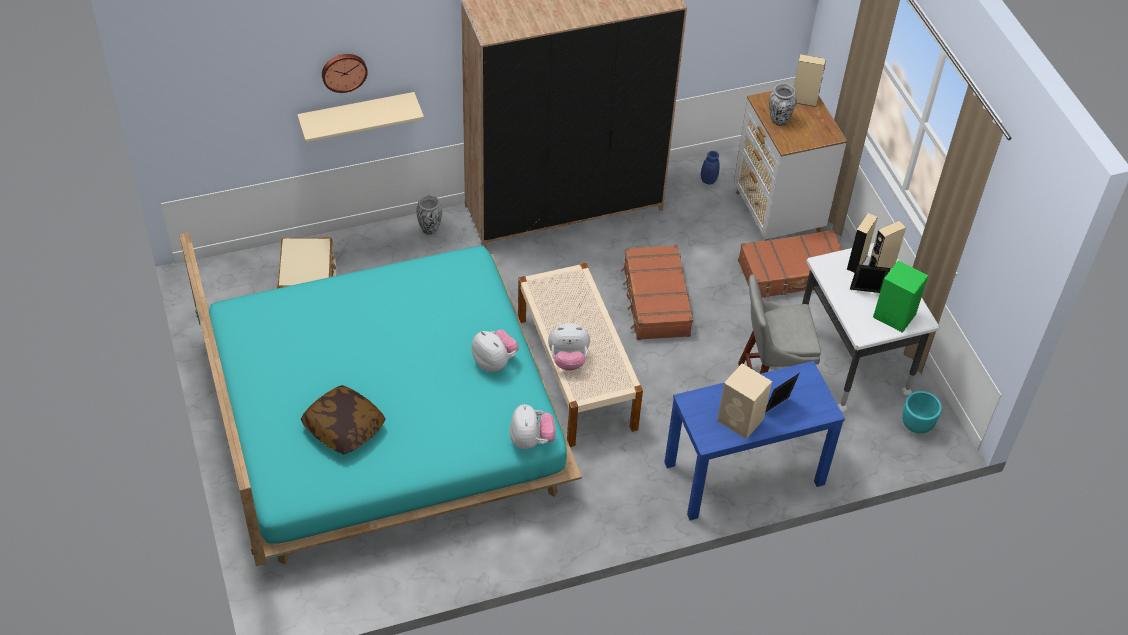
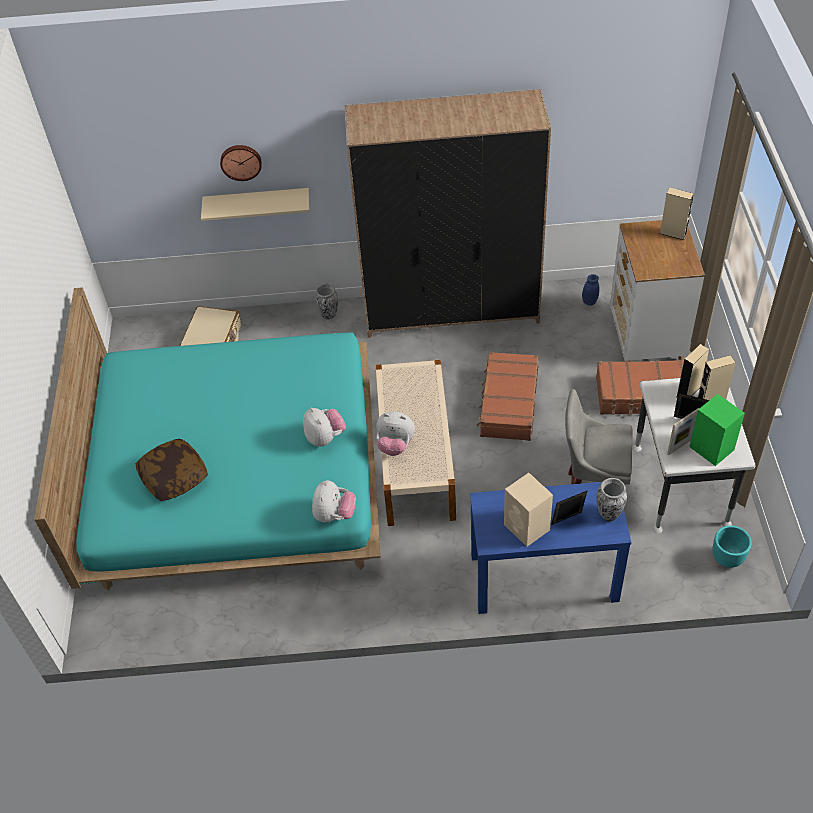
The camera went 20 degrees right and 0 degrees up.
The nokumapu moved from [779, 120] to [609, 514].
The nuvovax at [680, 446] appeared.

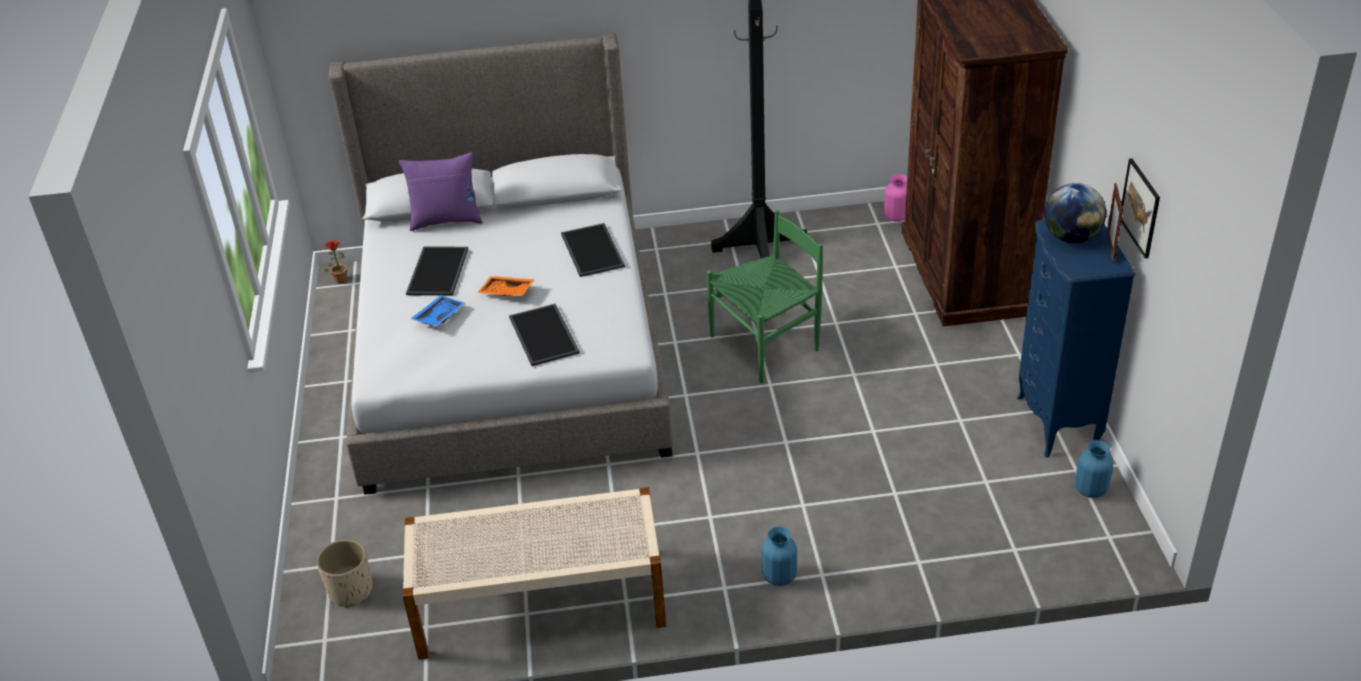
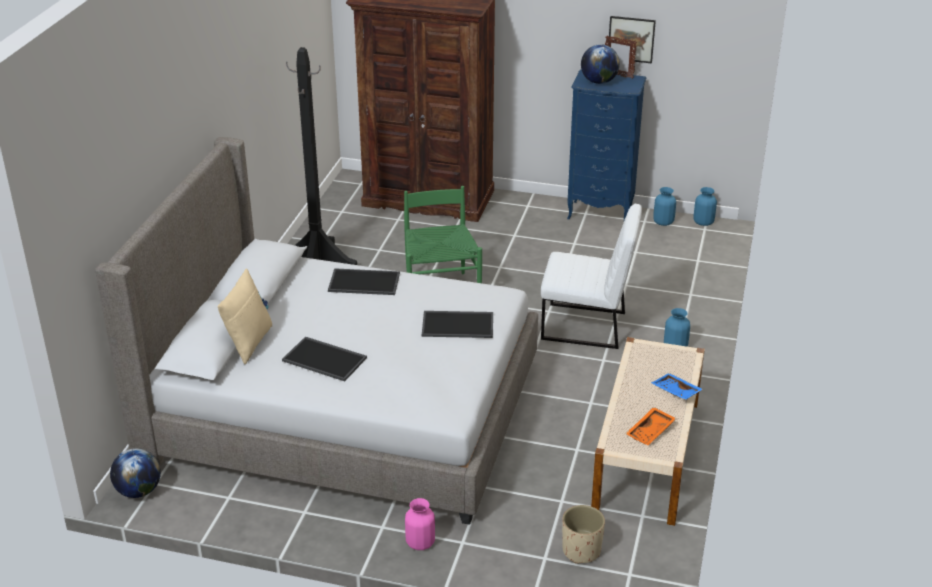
The camera went 70 degrees left and 5 degrees down.
The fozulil at [340, 279] was replaced by the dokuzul at [139, 491].
The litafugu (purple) at [446, 221] became the litafugu (beige) at [249, 343].
The nokumapu (pink) moved from [896, 216] to [420, 542].
The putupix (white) at [586, 326] appeared.
The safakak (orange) moved from [506, 293] to [651, 432].
The safakak (blue) moved from [438, 316] to [675, 392].
The nokumapu (blue) at [703, 222] appeared.

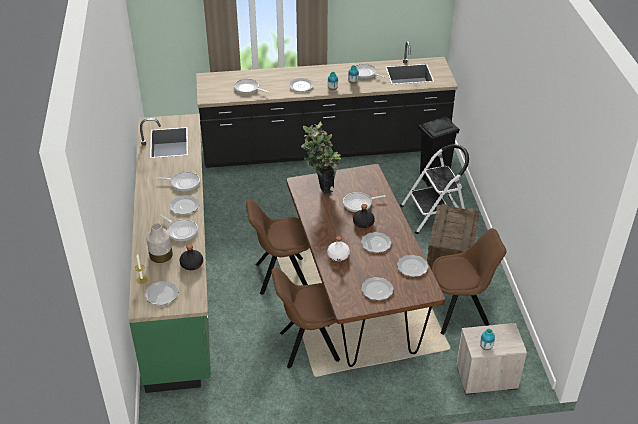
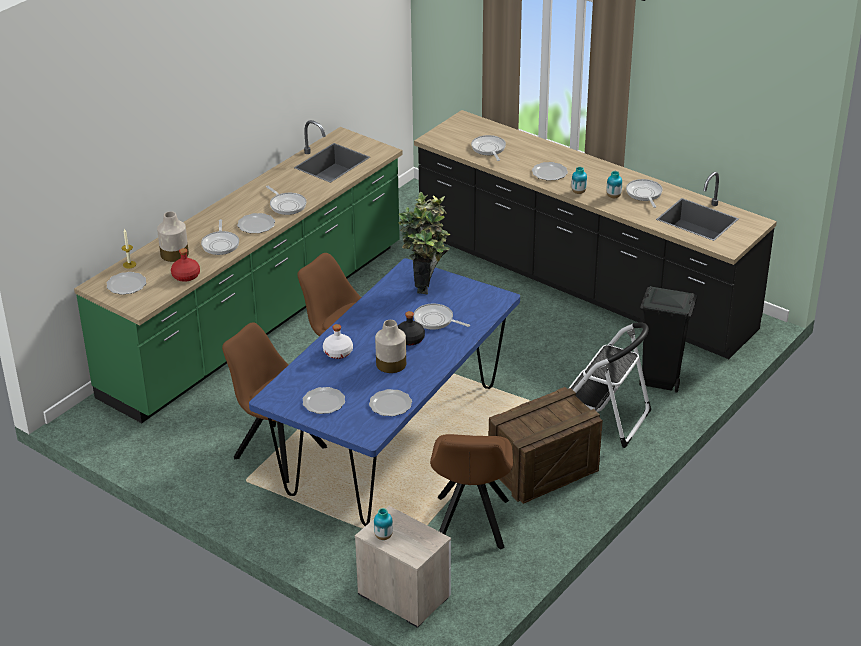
The camera went 45 degrees right and 5 degrees down.
The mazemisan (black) at [191, 264] became the mazemisan (red) at [186, 276].
The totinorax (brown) at [358, 296] became the totinorax (blue) at [394, 441].
The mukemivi at [375, 243] was replaced by the nokumapu (beige) at [391, 363].
The putupix (brown) at [459, 313] turned 60 degrees clockwise.

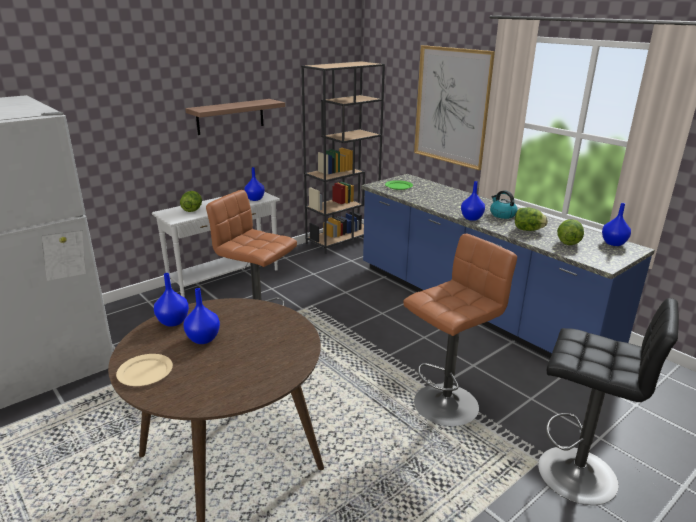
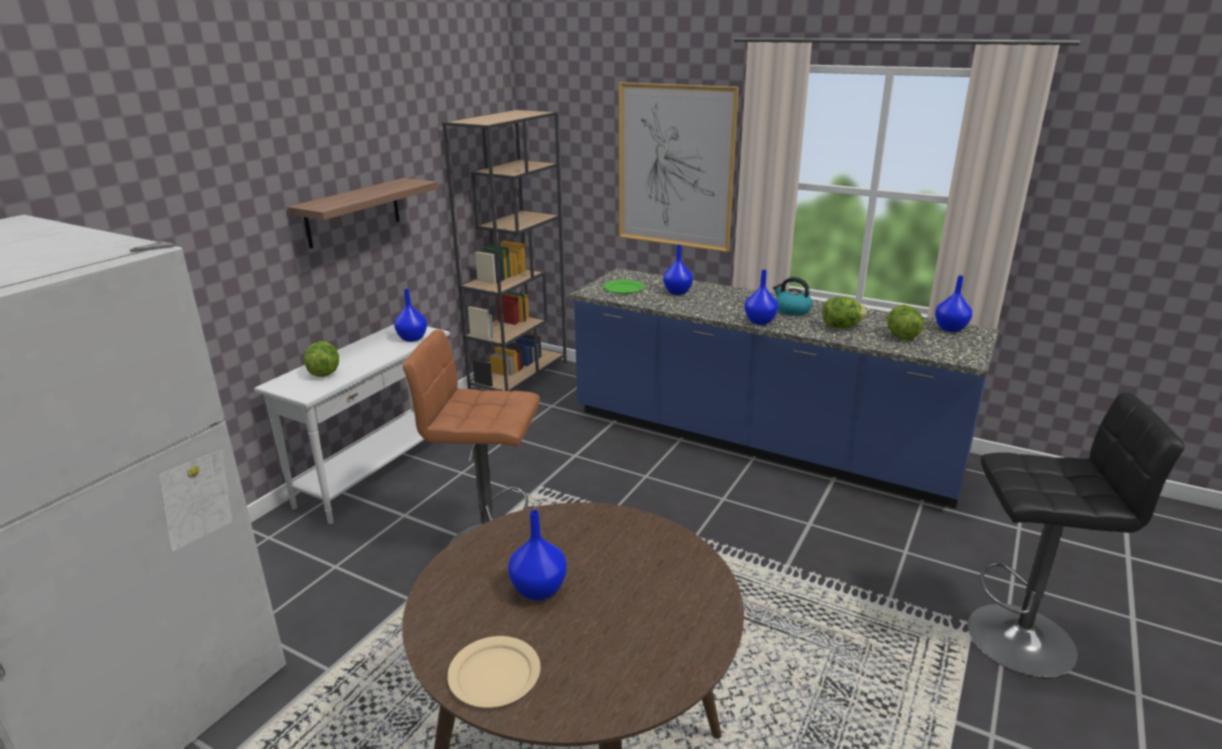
The camera went 20 degrees left and 0 degrees up.
The nokumapu (blue) moved from [173, 321] to [677, 292].
The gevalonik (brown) at [447, 404] disappeared.

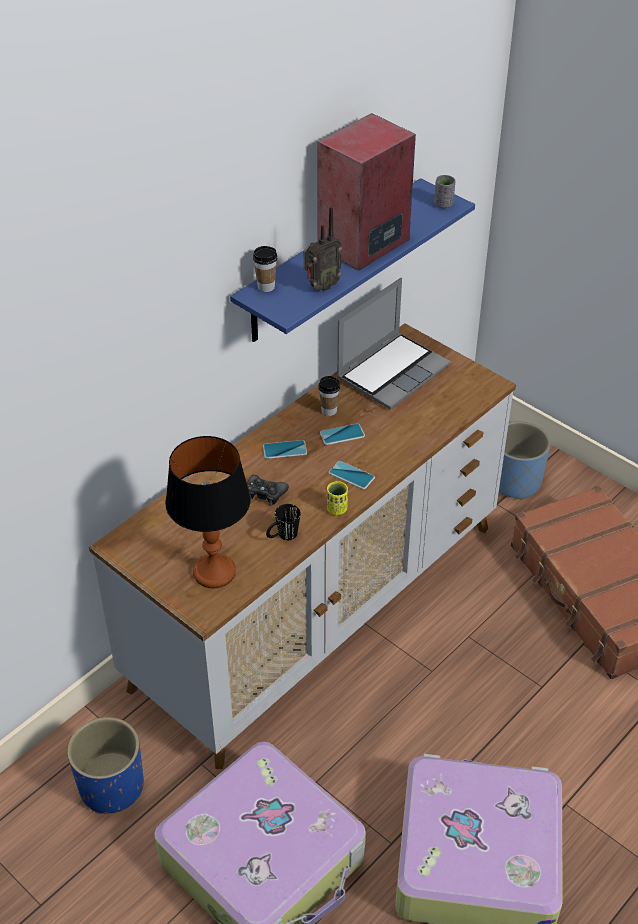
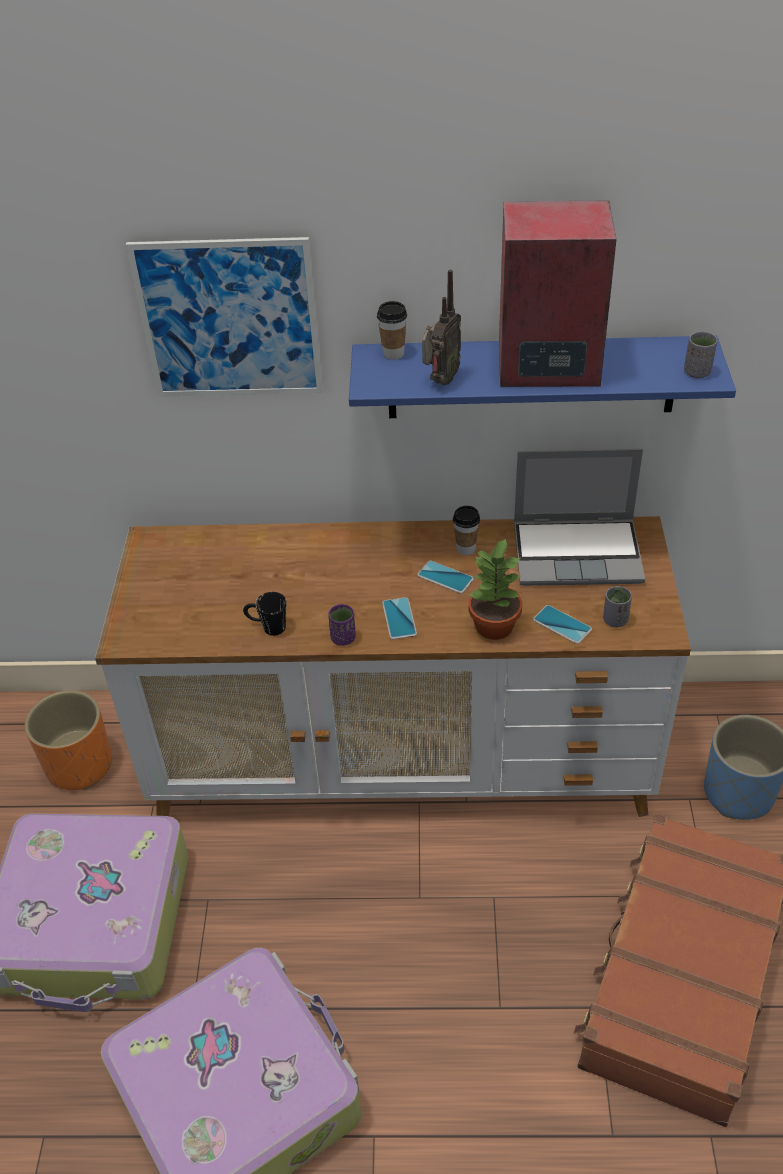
The camera went 50 degrees right and 0 degrees up.
The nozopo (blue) at [112, 786] became the nozopo (orange) at [80, 765].
The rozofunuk at [229, 319] appeared.
The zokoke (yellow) at [337, 509] became the zokoke (purple) at [343, 638].
The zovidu at [321, 287] turned 75 degrees counterclockwise.
The fozulil at [493, 626] appeared.
The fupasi moved from [284, 450] to [562, 625].
The zokoke (grey) at [615, 620] appeared.
The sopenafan at [215, 572] disappeared.
The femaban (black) at [265, 493] disappeared.

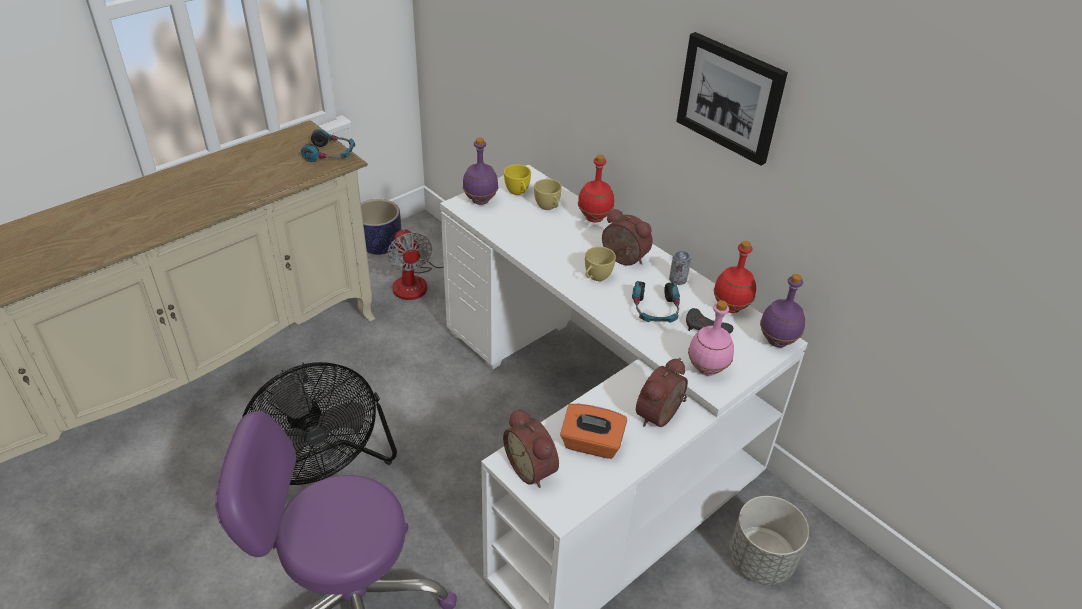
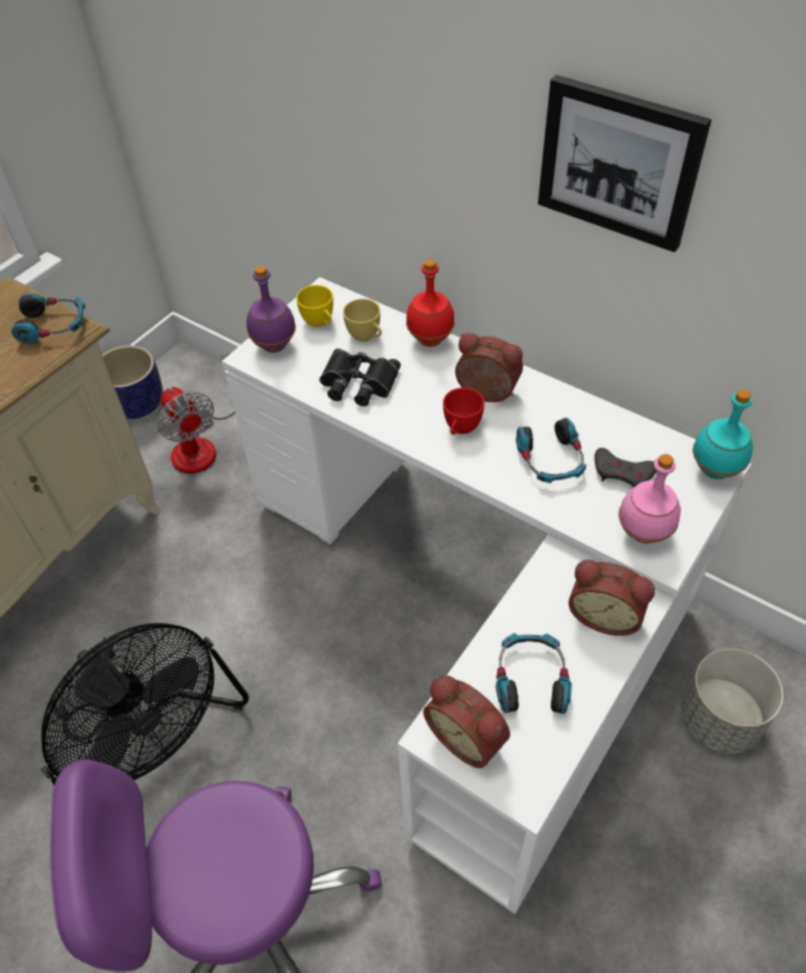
The camera went 10 degrees left and 10 degrees up.
The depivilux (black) at [357, 383] appeared.
The zokoke (yellow) at [596, 277] became the zokoke (red) at [460, 429].
The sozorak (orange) at [591, 444] was replaced by the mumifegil at [531, 679].
The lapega at [661, 416] turned 90 degrees counterclockwise.
The mazemisan (purple) at [777, 341] became the mazemisan (turquoise) at [715, 470].
The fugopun at [677, 280] disappeared.
The mazemisan (red) at [731, 307] disappeared.

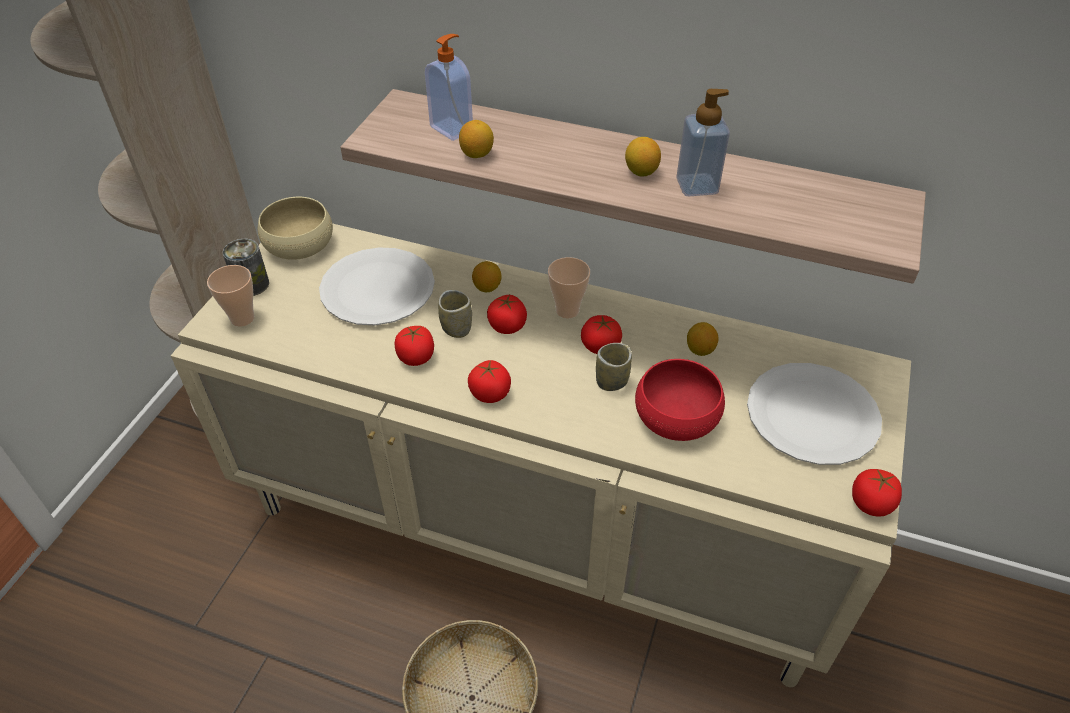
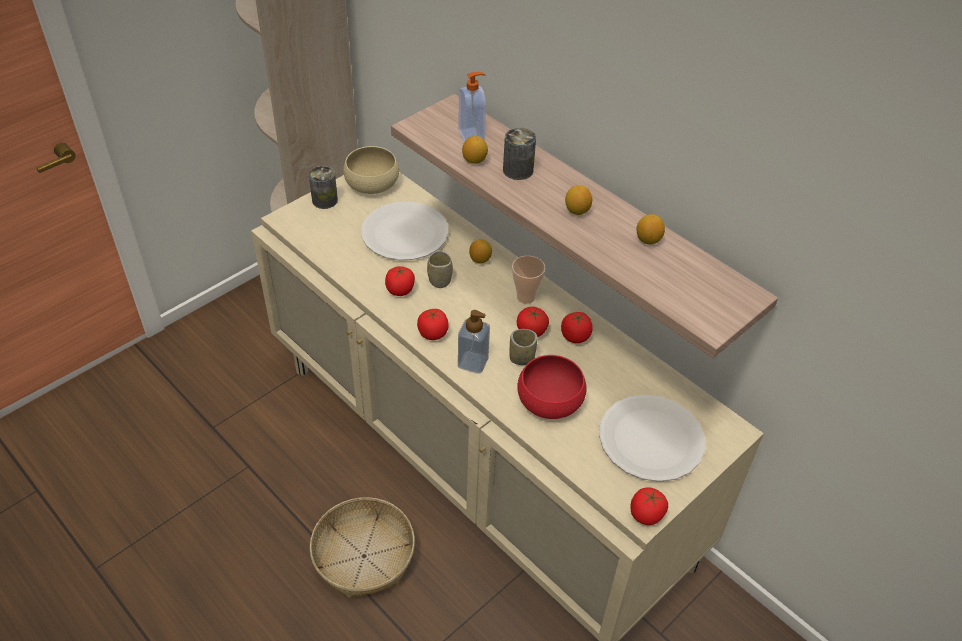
The camera went 25 degrees right and 0 degrees up.
The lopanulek moved from [697, 186] to [473, 362].
The fugopun at [518, 170] appeared.
The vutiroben moved from [507, 326] to [575, 336].
The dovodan moved from [699, 350] to [648, 240].
The zokoke at [242, 318] disappeared.

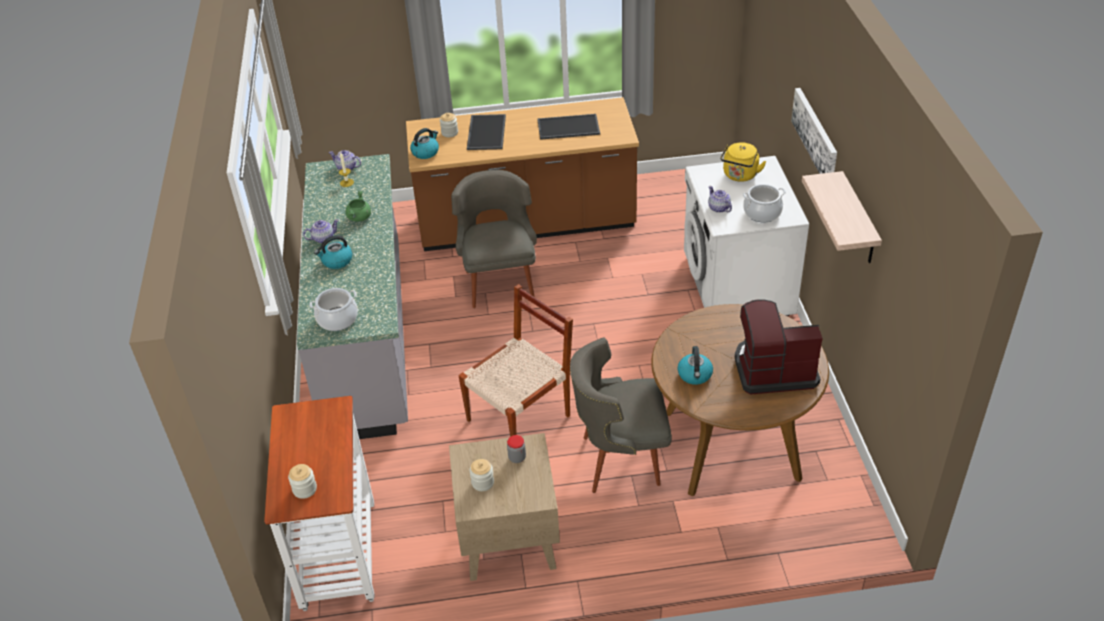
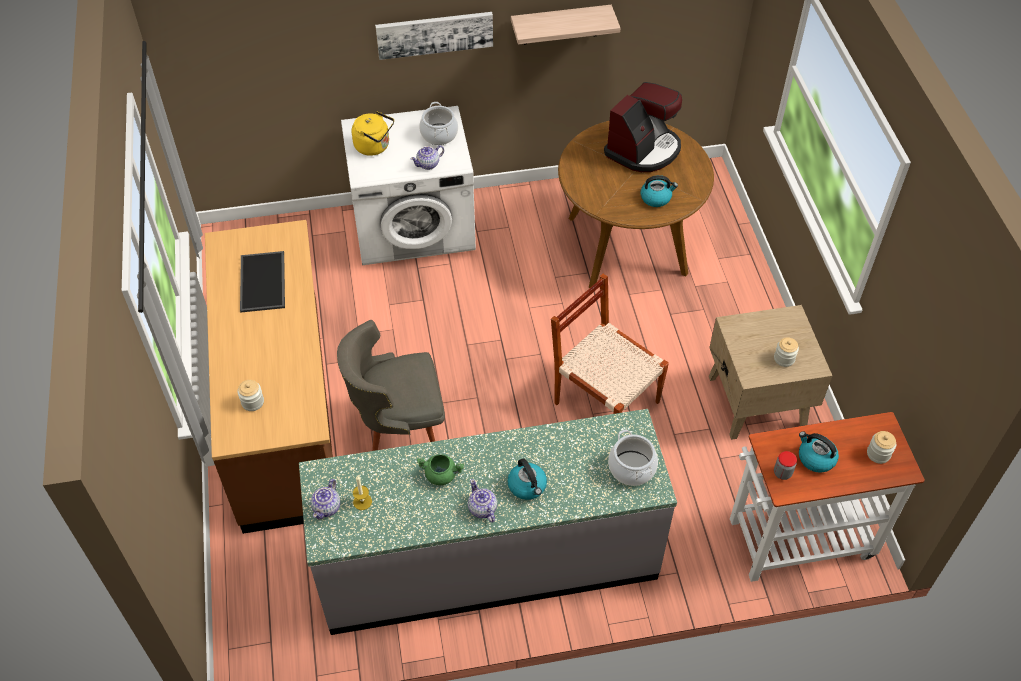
The camera went 95 degrees left and 10 degrees up.
The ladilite at [773, 369] turned 135 degrees counterclockwise.
The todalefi moved from [517, 458] to [782, 473].
The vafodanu moved from [425, 152] to [815, 458].
The safakak at [485, 132] disappeared.
The putupix (grey) at [621, 461] disappeared.

